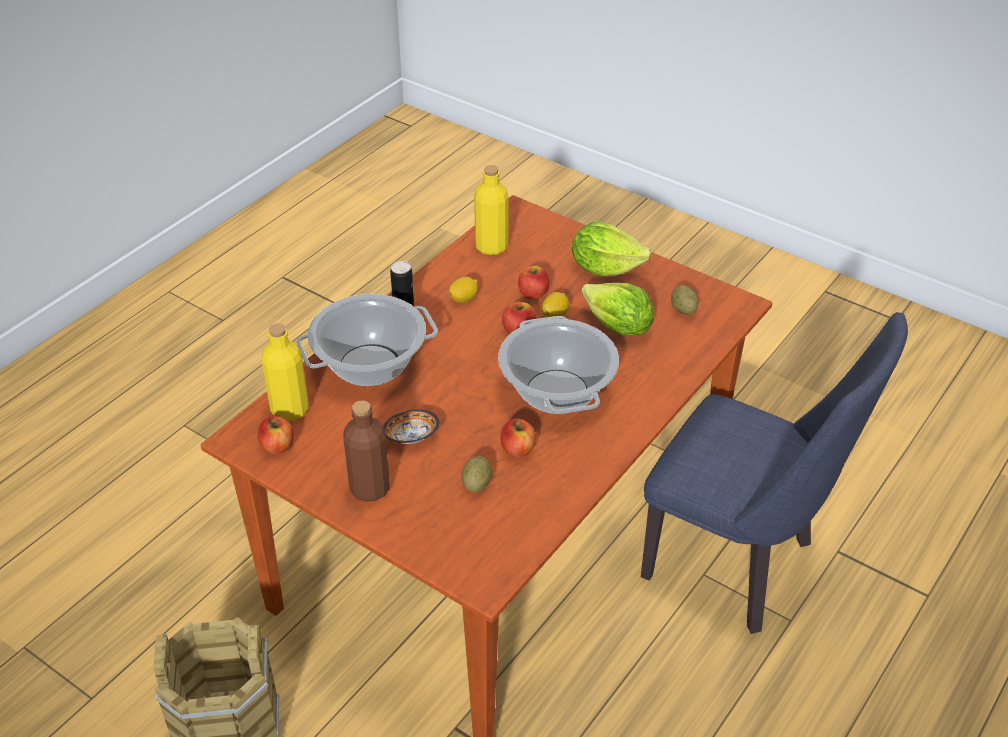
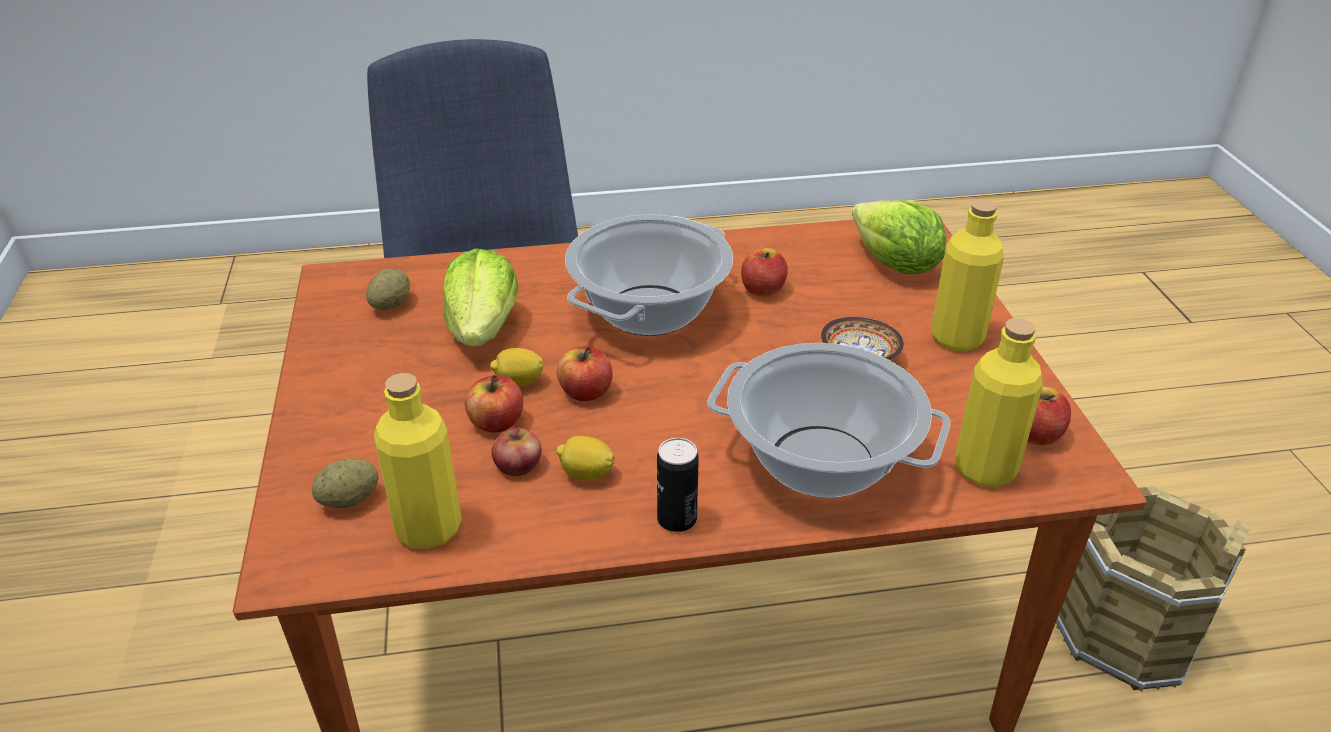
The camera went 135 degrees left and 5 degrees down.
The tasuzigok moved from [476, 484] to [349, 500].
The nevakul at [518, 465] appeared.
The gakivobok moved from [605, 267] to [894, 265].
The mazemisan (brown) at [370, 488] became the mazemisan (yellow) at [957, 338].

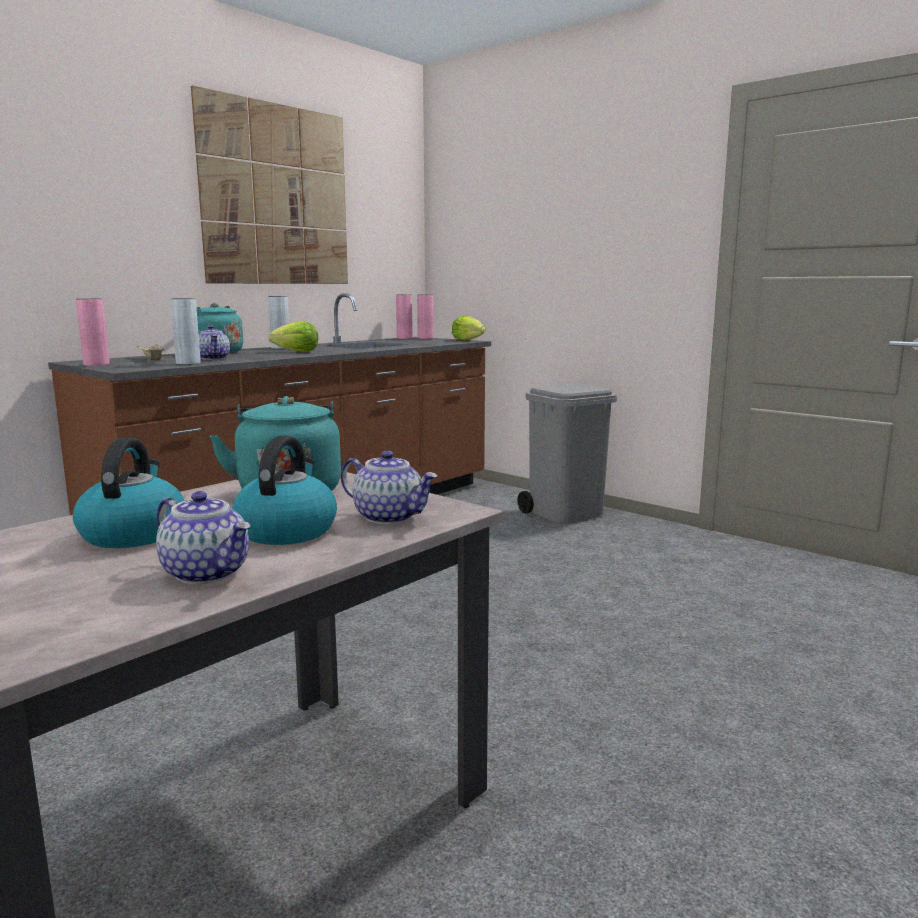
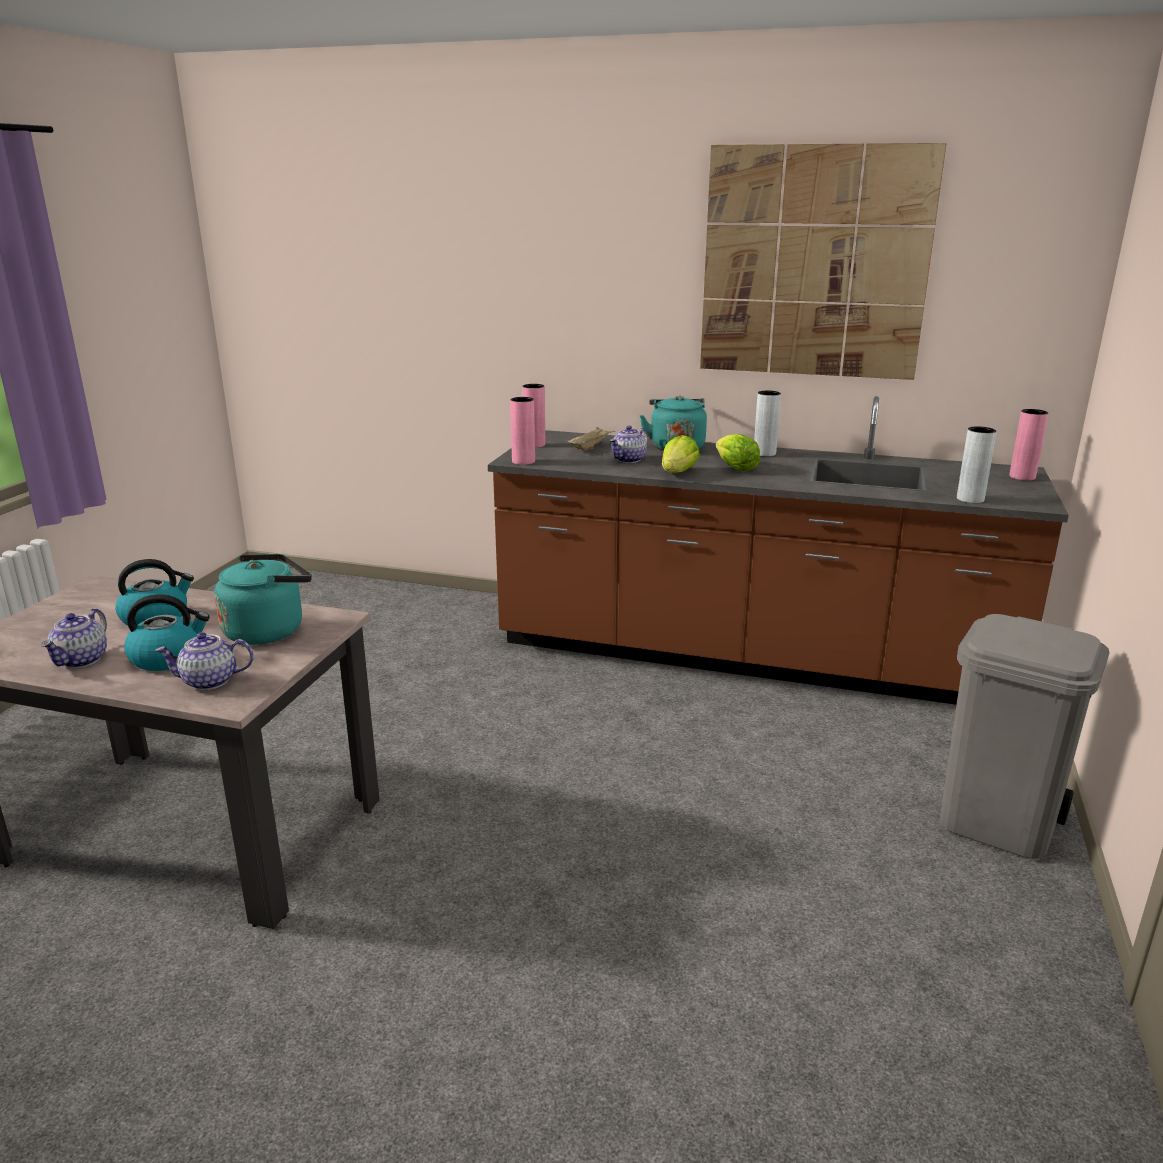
The camera went 65 degrees right and 10 degrees up.
The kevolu at [389, 517] turned 75 degrees clockwise.
The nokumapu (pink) moved from [404, 338] to [523, 461].
The gakivobok moved from [468, 340] to [678, 473].
The nokumapu (grey) moved from [188, 363] to [970, 499].

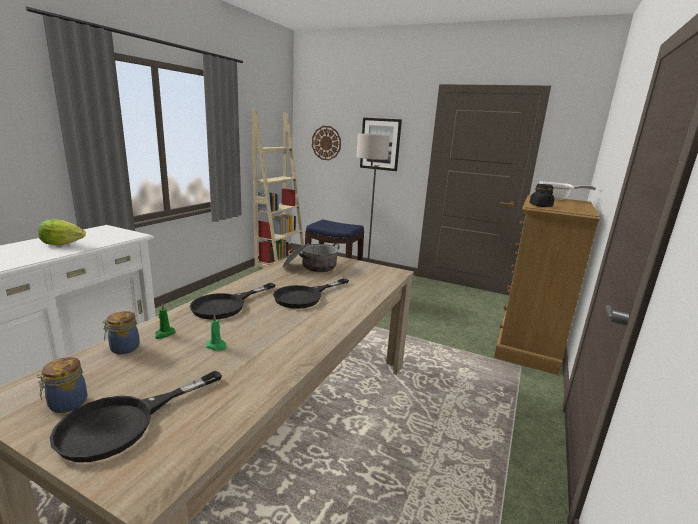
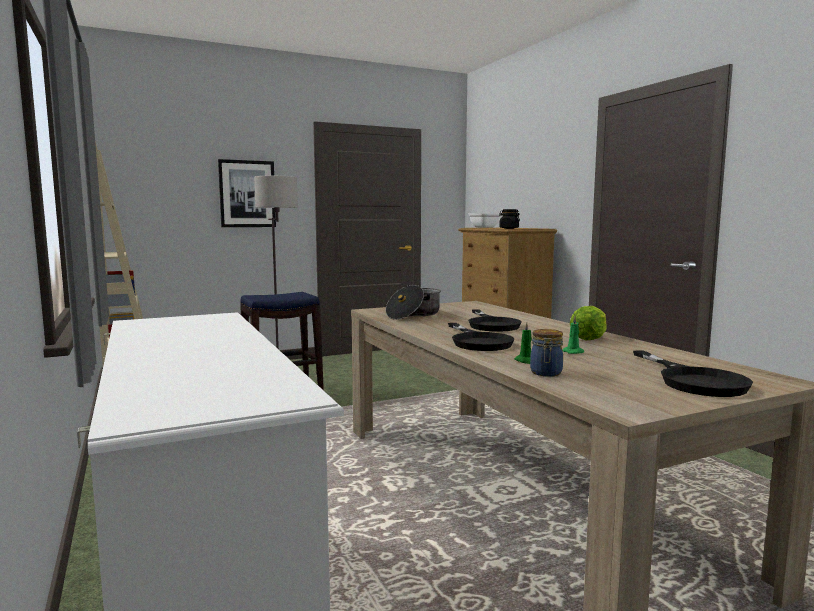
The camera went 50 degrees left and 10 degrees down.
The gakivobok moved from [62, 244] to [589, 338].
The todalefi at [66, 404] disappeared.
The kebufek at [326, 143] disappeared.

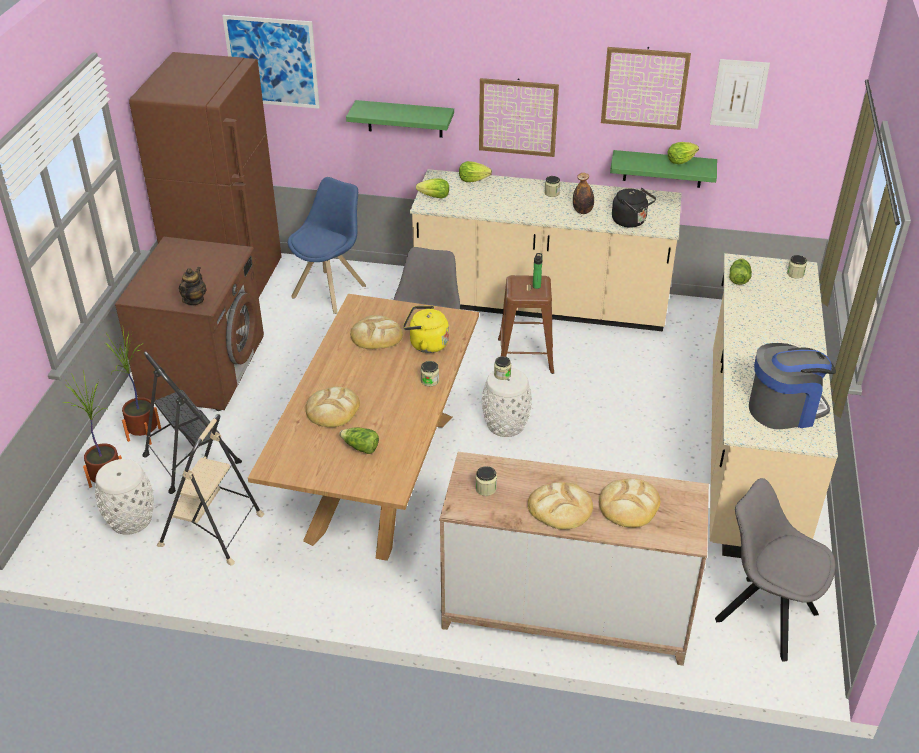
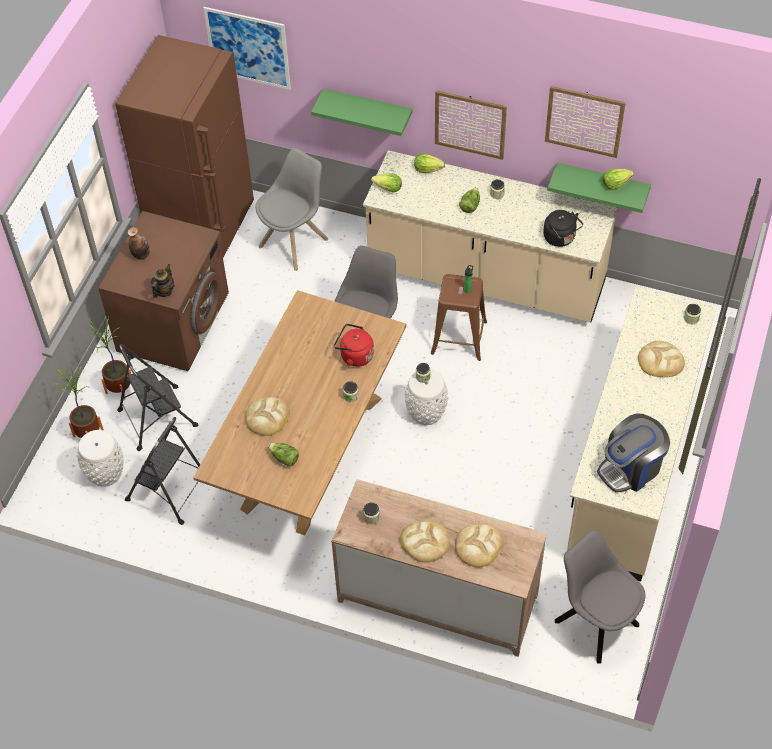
The camera went 10 degrees right and 15 degrees up.
The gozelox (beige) at [214, 530] became the gozelox (black) at [170, 490].
The mazemisan moved from [582, 211] to [141, 255].
The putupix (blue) at [330, 291] became the putupix (grey) at [294, 243].
The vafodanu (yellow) at [426, 344] became the vafodanu (red) at [354, 355].
The gakivobok moved from [738, 278] to [470, 205].
The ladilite at [784, 409] turned 150 degrees clockwise.
The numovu moved from [376, 335] to [660, 361].
The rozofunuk at [739, 94] disappeared.

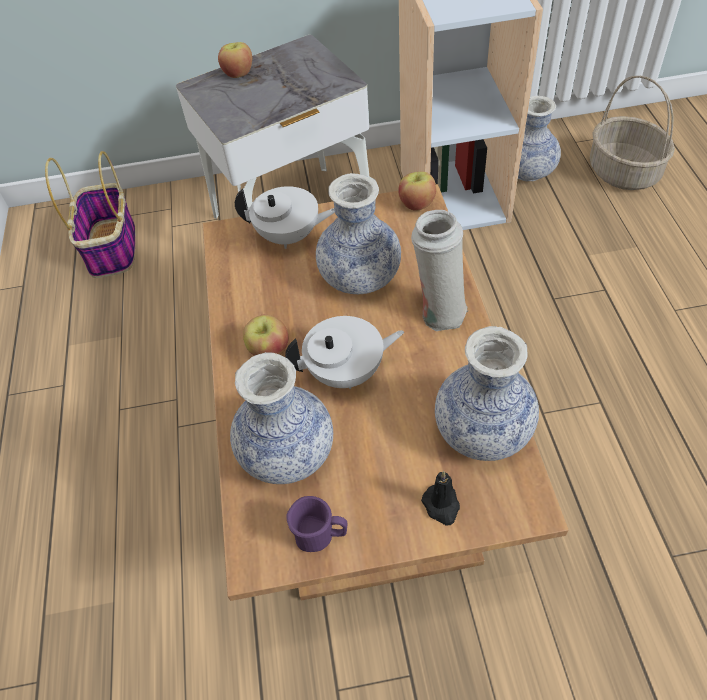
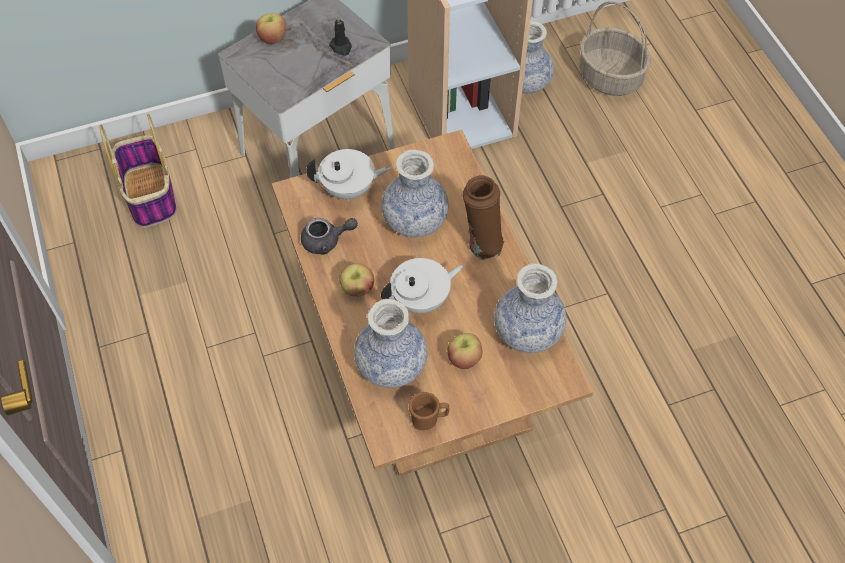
The camera went 15 degrees left and 5 degrees up.
The kevolu (grey) at [326, 241] appeared.
The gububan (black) moved from [442, 506] to [341, 47].
The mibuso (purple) at [320, 536] became the mibuso (brown) at [429, 419].
The nevakul moved from [417, 203] to [464, 358].
The nokumapu (white) at [439, 311] became the nokumapu (brown) at [481, 243].

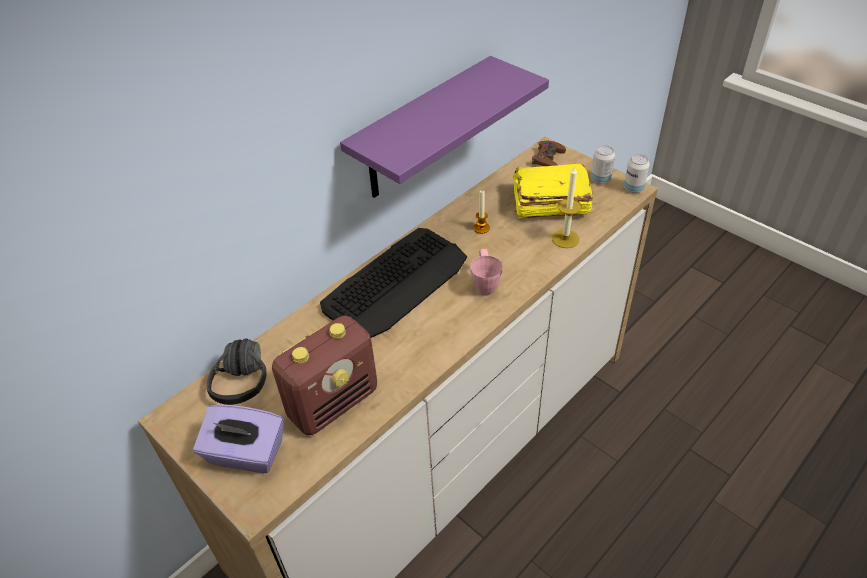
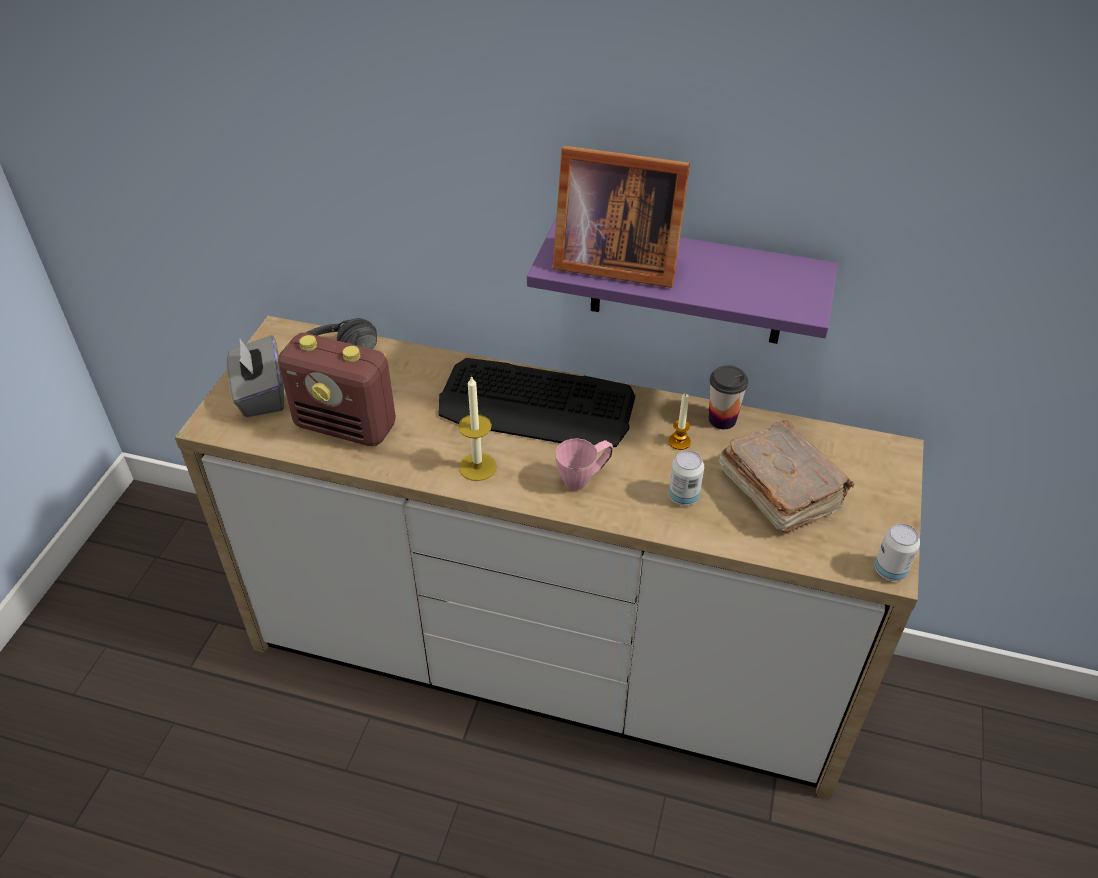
The camera went 60 degrees right and 0 degrees up.
The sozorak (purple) at [245, 454] became the sozorak (grey) at [260, 395].
The gububan moved from [565, 239] to [477, 467].
The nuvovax at [612, 262] appeared.
The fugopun moved from [600, 179] to [683, 497].
The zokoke at [722, 419] appeared.
The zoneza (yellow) at [549, 203] became the zoneza (brown) at [779, 489].
The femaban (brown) at [548, 159] disappeared.

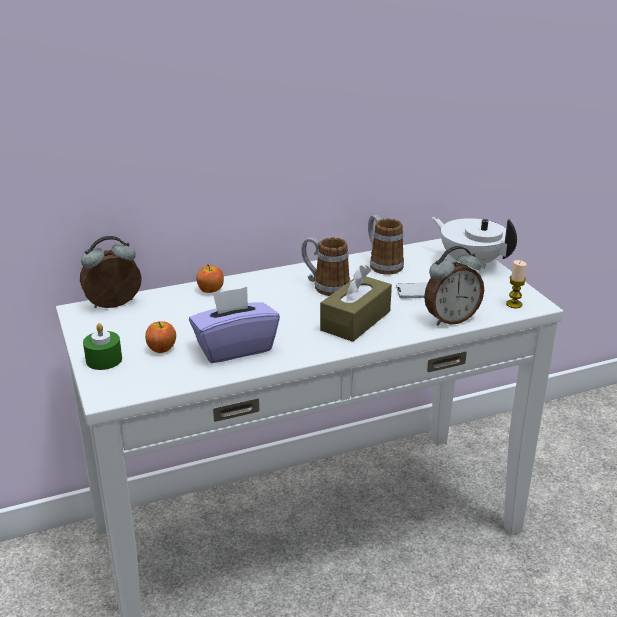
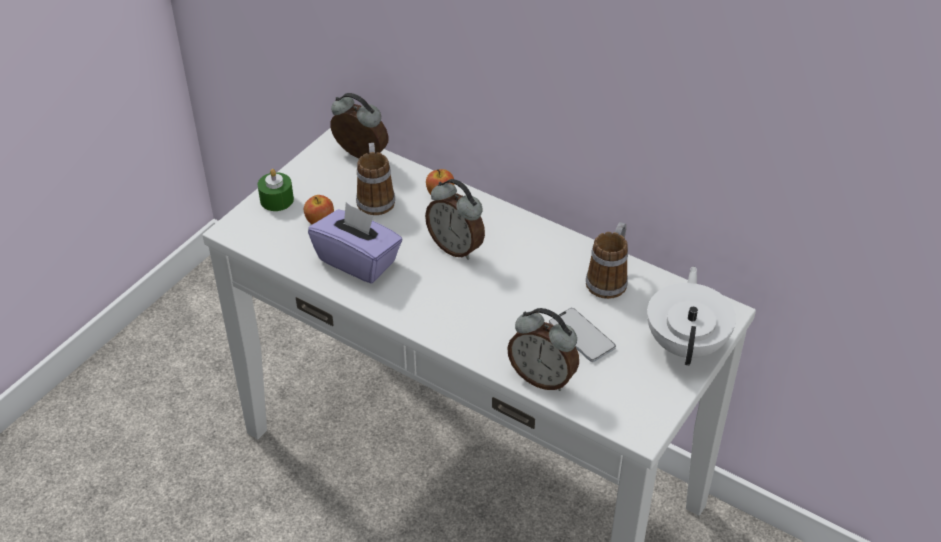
The camera went 55 degrees right and 15 degrees up.
The mibuso moved from [325, 286] to [375, 198].
The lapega at [456, 247] appeared.
The sozorak (brown) at [355, 320] disappeared.
The gububan at [514, 304] disappeared.

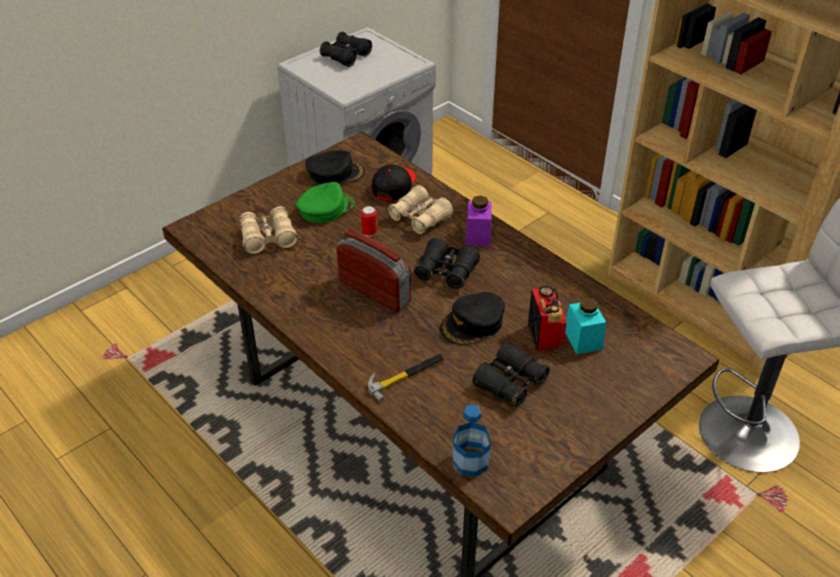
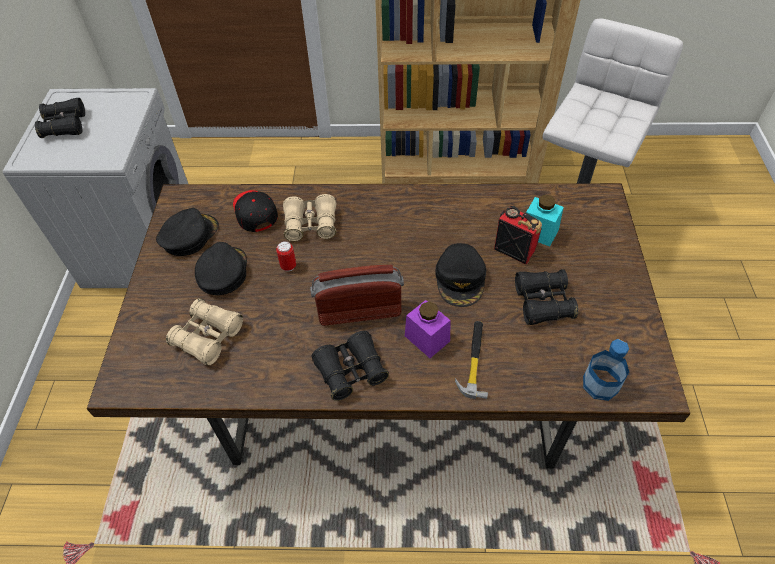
The camera went 45 degrees left and 10 degrees up.
The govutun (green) at [325, 207] became the govutun (black) at [222, 272].
The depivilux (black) moved from [446, 272] to [351, 371].
The todalefi (purple) moved from [478, 235] to [427, 338].

